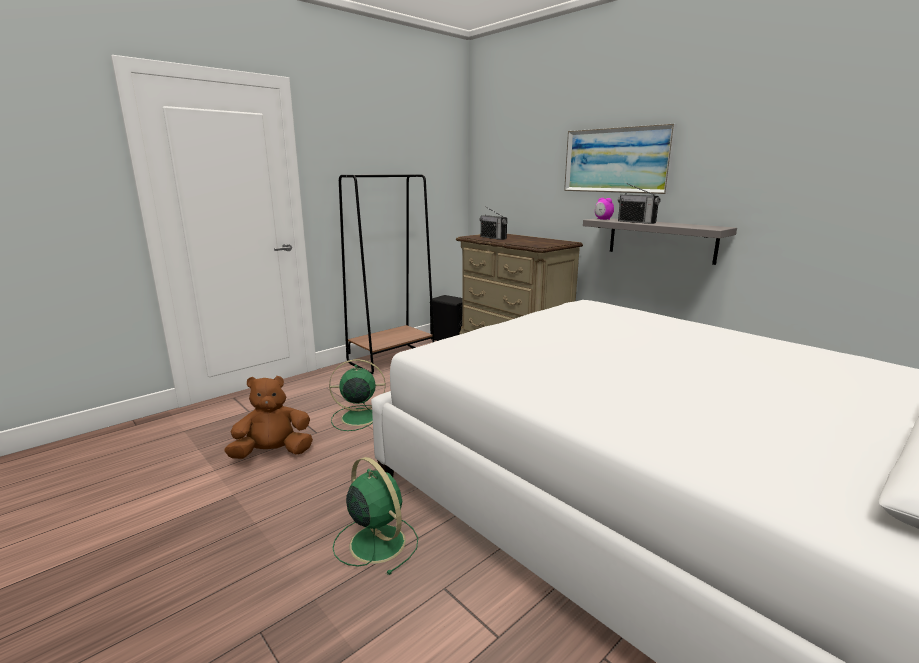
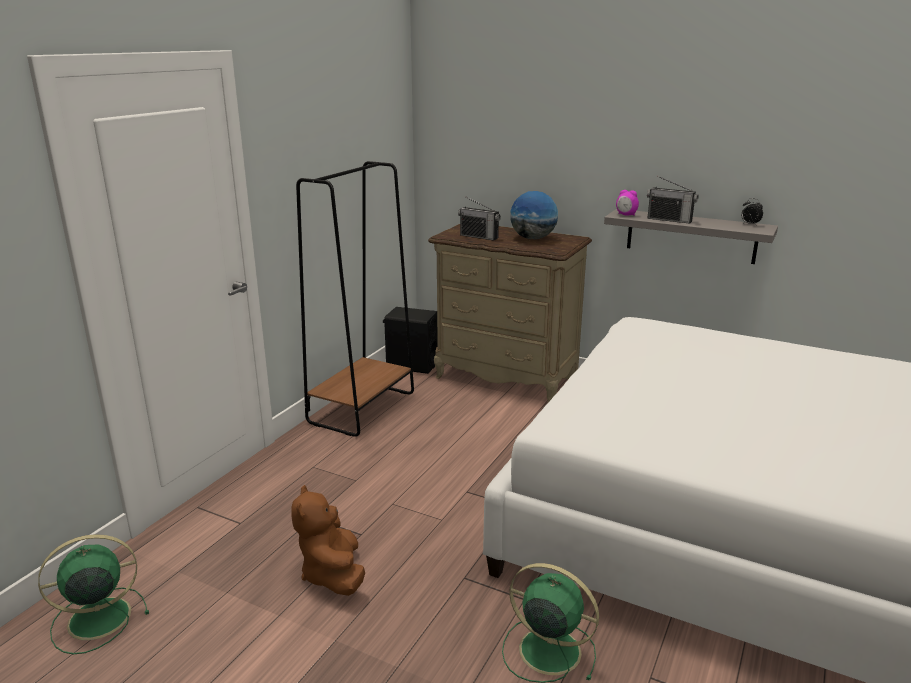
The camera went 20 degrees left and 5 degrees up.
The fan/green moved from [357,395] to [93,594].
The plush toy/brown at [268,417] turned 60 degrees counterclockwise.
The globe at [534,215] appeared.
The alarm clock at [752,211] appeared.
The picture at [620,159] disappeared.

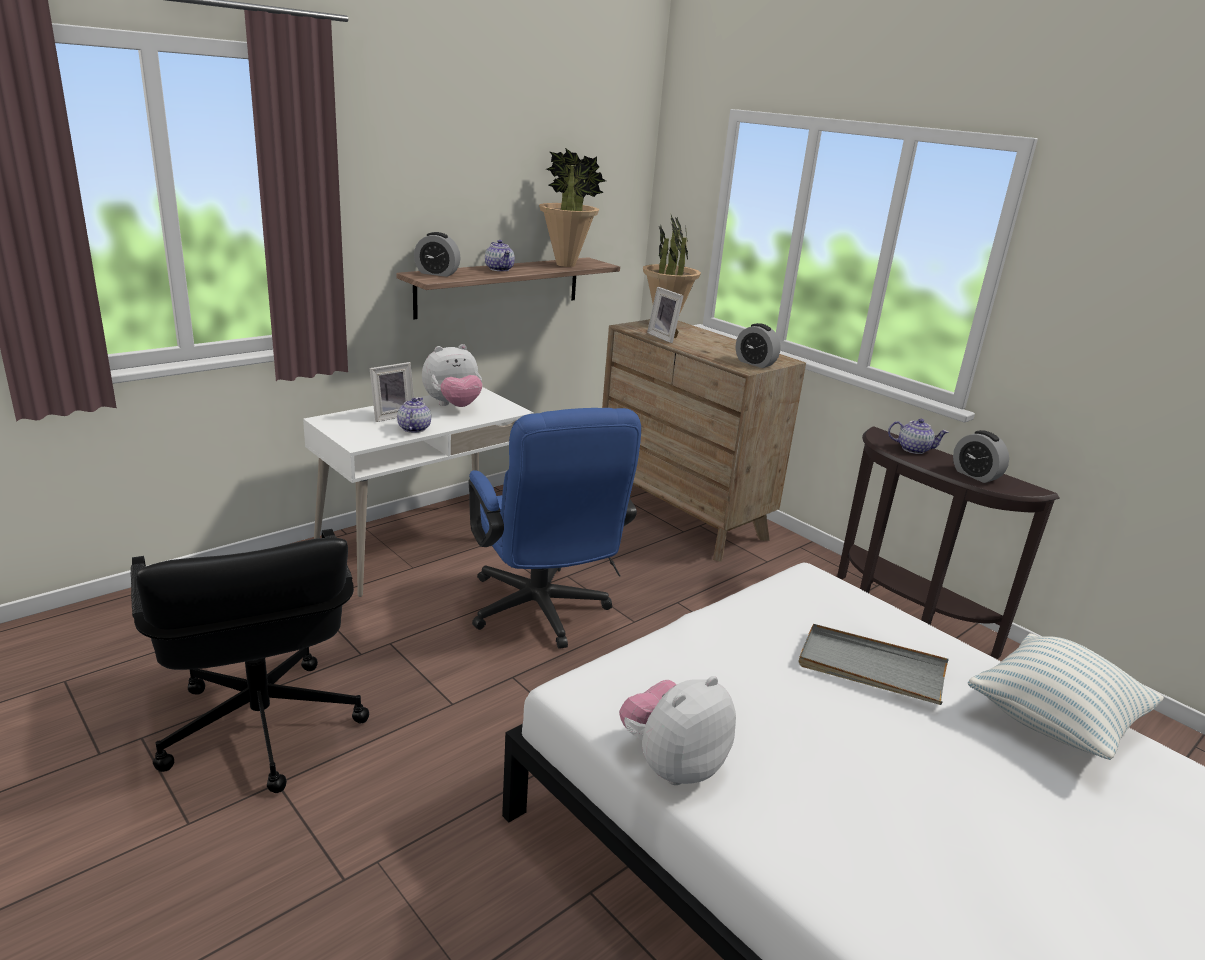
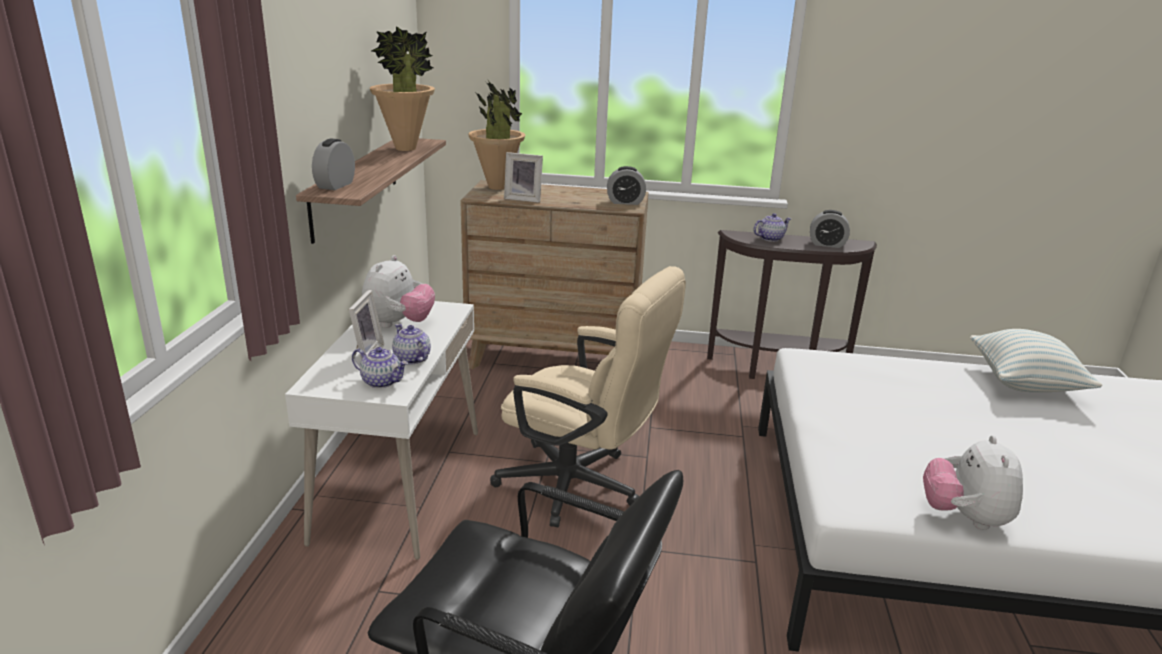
The camera went 40 degrees left and 0 degrees up.
The alarm clock at [437,254] turned 135 degrees clockwise.
The teapot moved from [500,255] to [380,367].
The office chair/blue at [554,528] became the office chair/beige at [588,396].
The tray/grey at [873,664] disappeared.

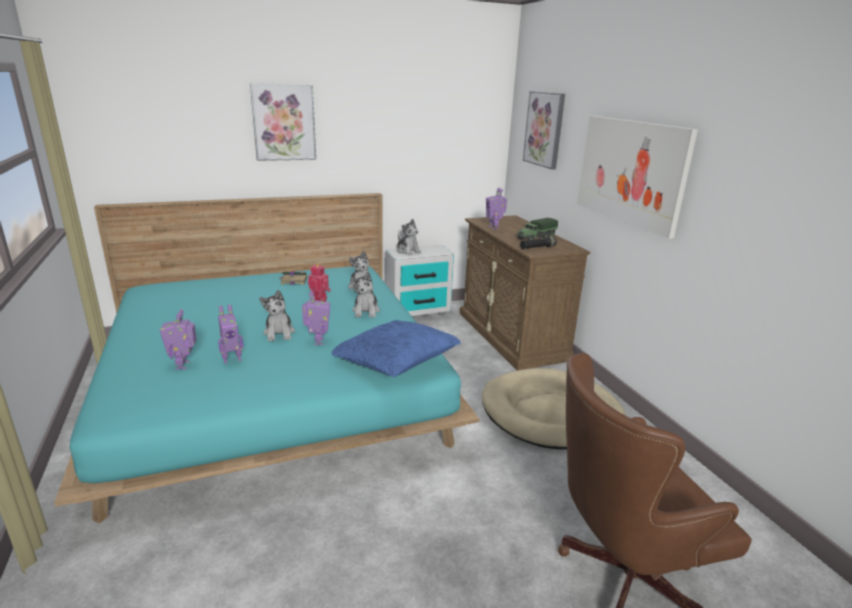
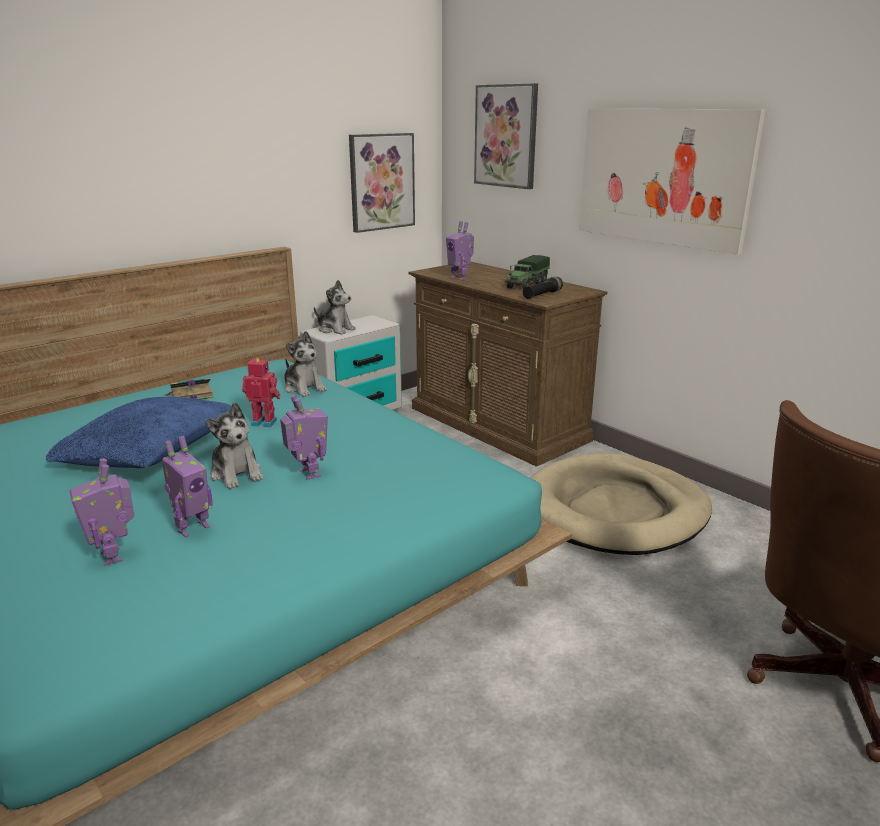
The camera went 20 degrees left and 0 degrees up.
The pillow/blue moved from [396,348] to [139,432].
The picture moved from [283,122] to [382,183].
The plush toy at [365,295] disappeared.

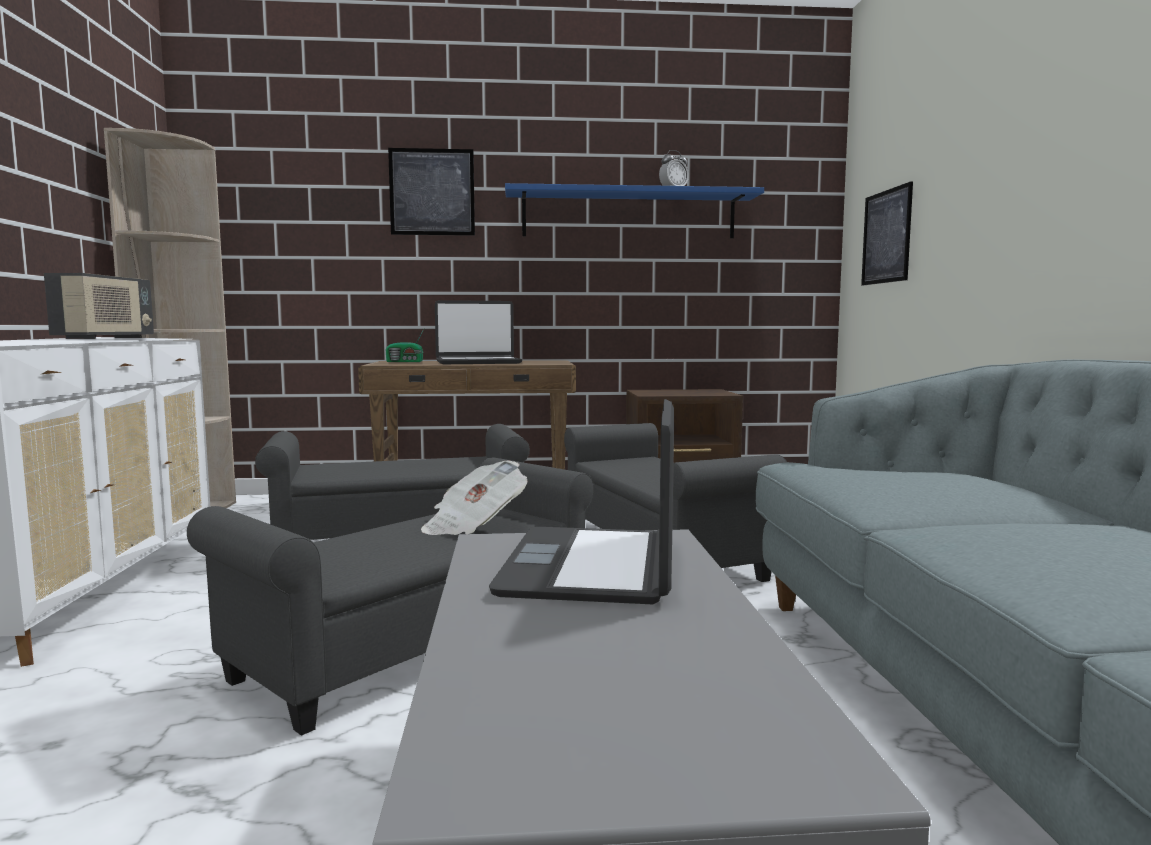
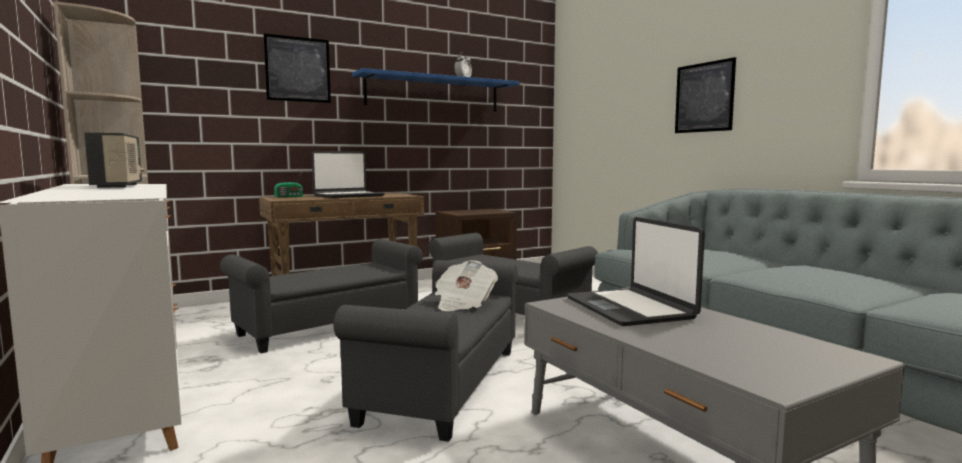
The camera went 25 degrees left and 0 degrees up.
The picture moved from [887,233] to [705,95].

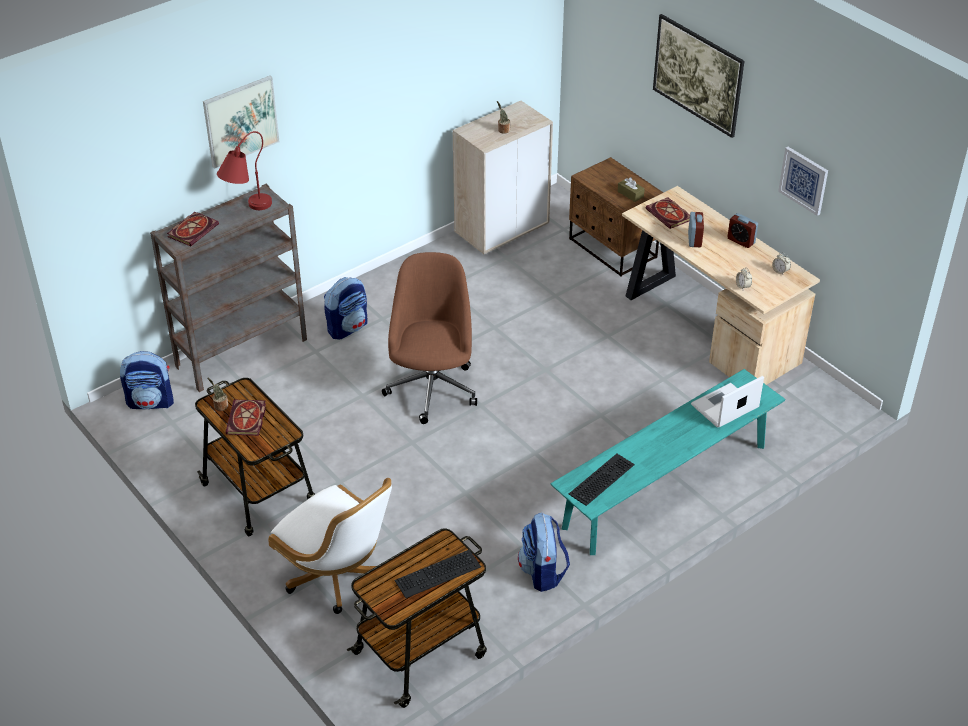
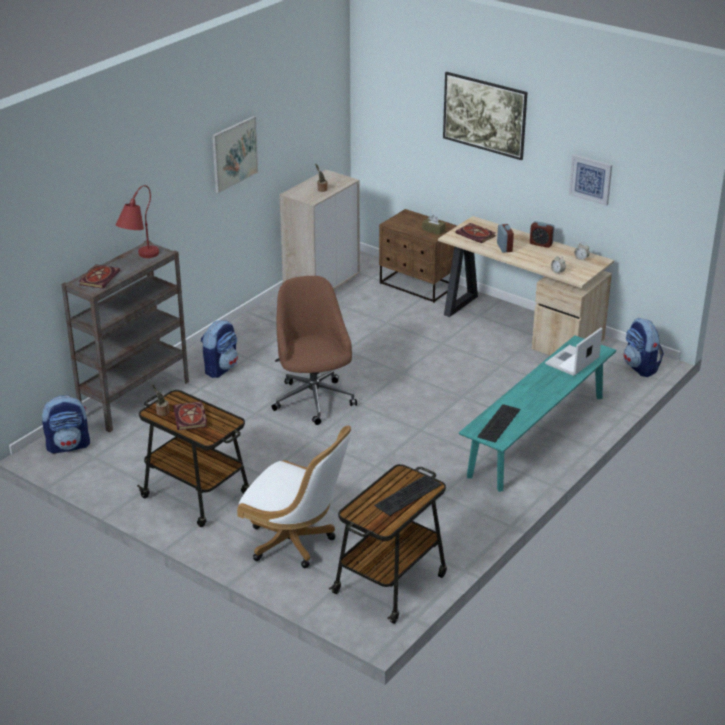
The camera went 15 degrees left and 10 degrees down.
The picture moved from [241,122] to [235,154].
The backpack moved from [544,552] to [643,347].

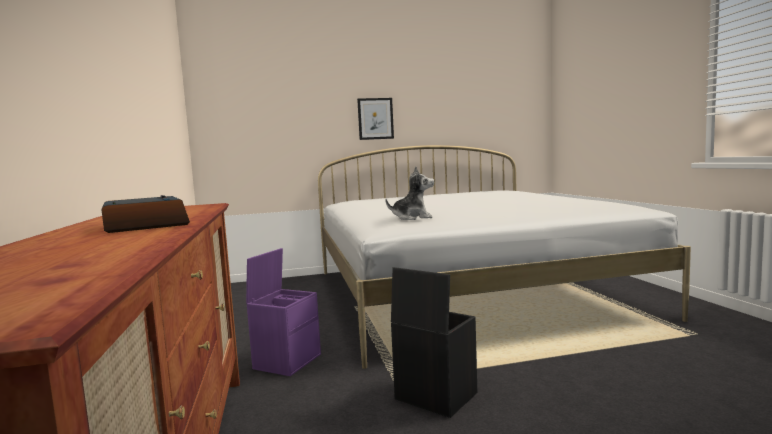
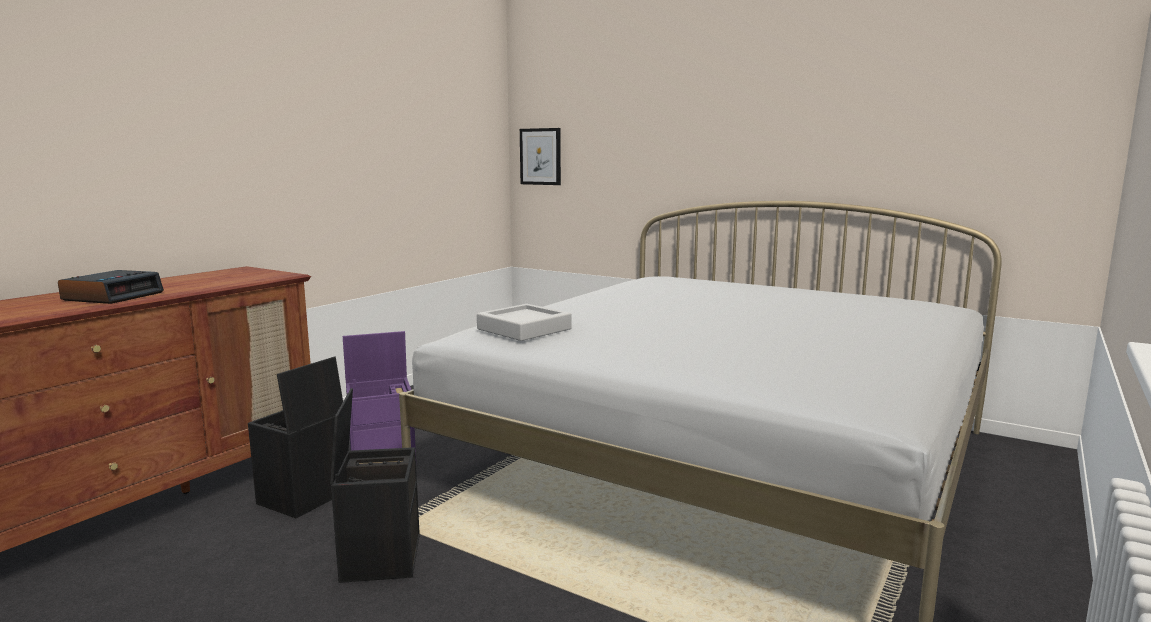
The camera went 45 degrees right and 5 degrees up.
The storage box/black at [295,437] appeared.
The plush toy at [410,193] was replaced by the tray/grey at [524,322].
The picture moved from [375,119] to [540,156].

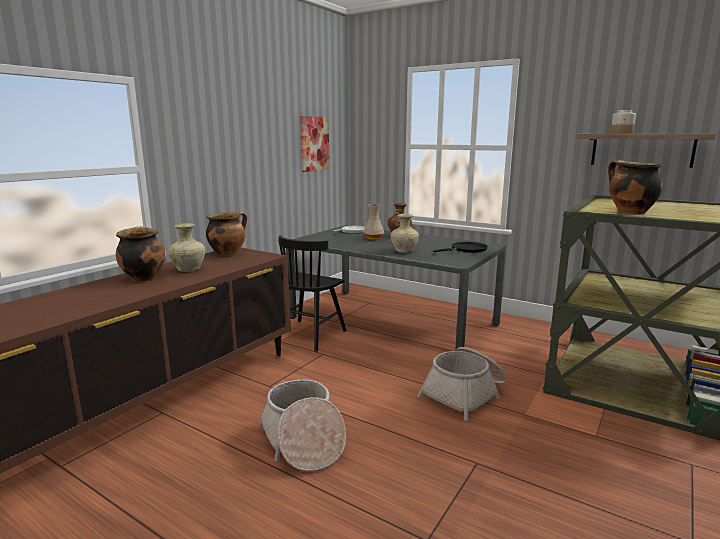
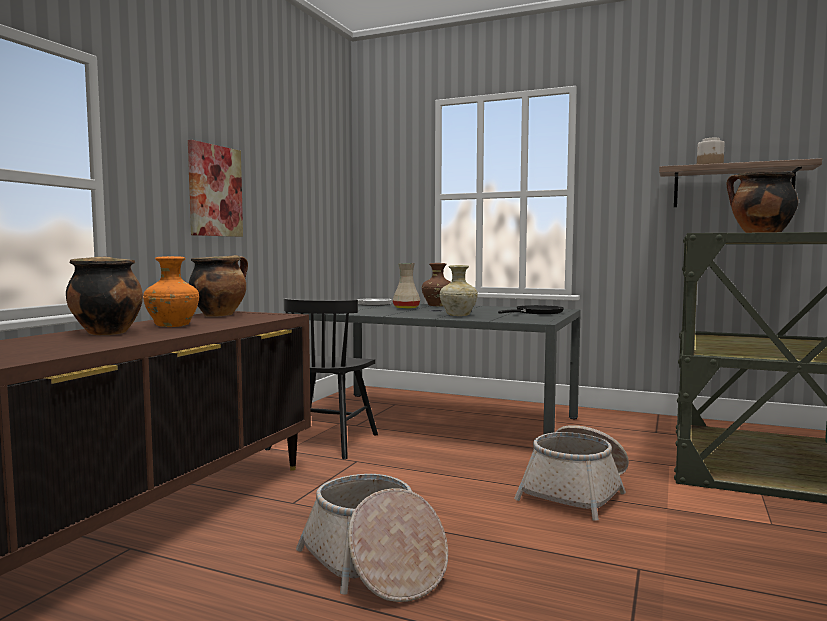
The camera went 10 degrees left and 10 degrees down.
The vase/beige at [186,247] became the vase/orange at [171,291].
The picture moved from [314,144] to [215,188].

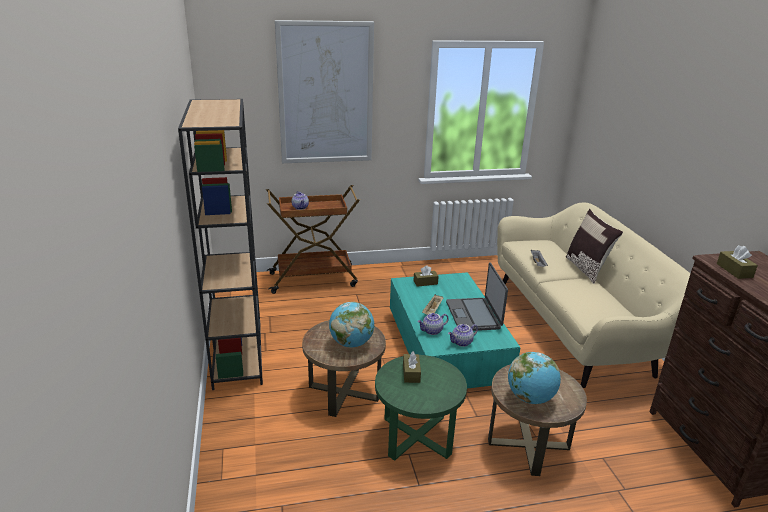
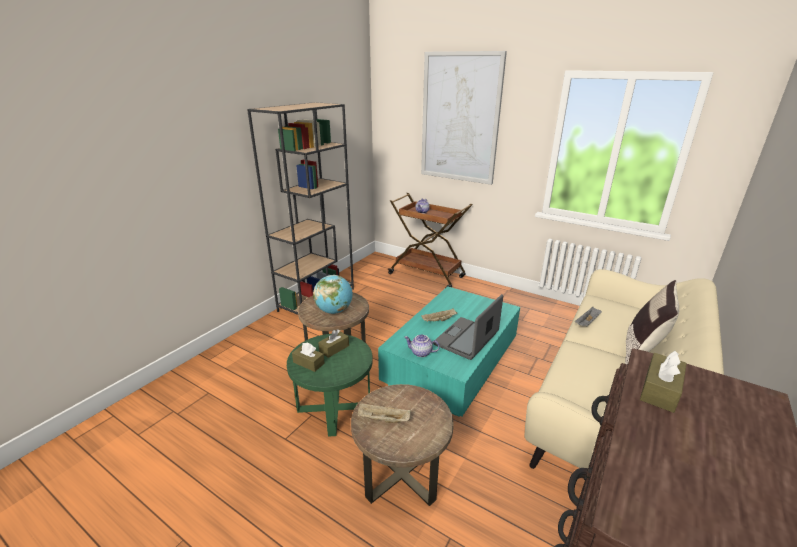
The camera went 45 degrees right and 0 degrees up.
The tissue box/brown moved from [426,276] to [308,357].
The globe at [534,378] was replaced by the tray/beige at [384,413].
The teapot at [433,324] disappeared.

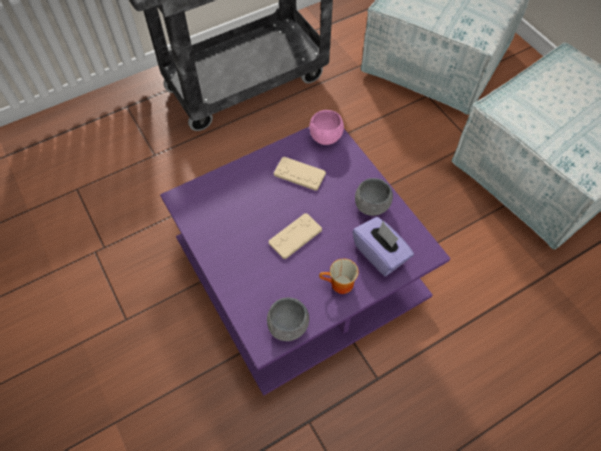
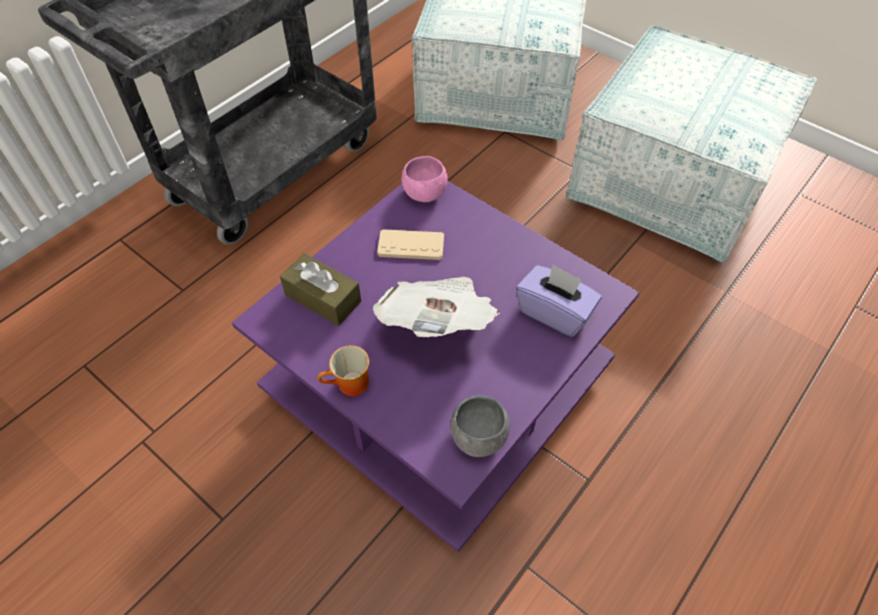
The camera went 20 degrees left and 5 degrees down.
The tissue box/brown at [320,289] appeared.
The mug moved from [339,276] to [343,370].
The game controller/beige at [295,236] was replaced by the newspaper at [436,306].
The bowl/grey at [374,197] disappeared.

